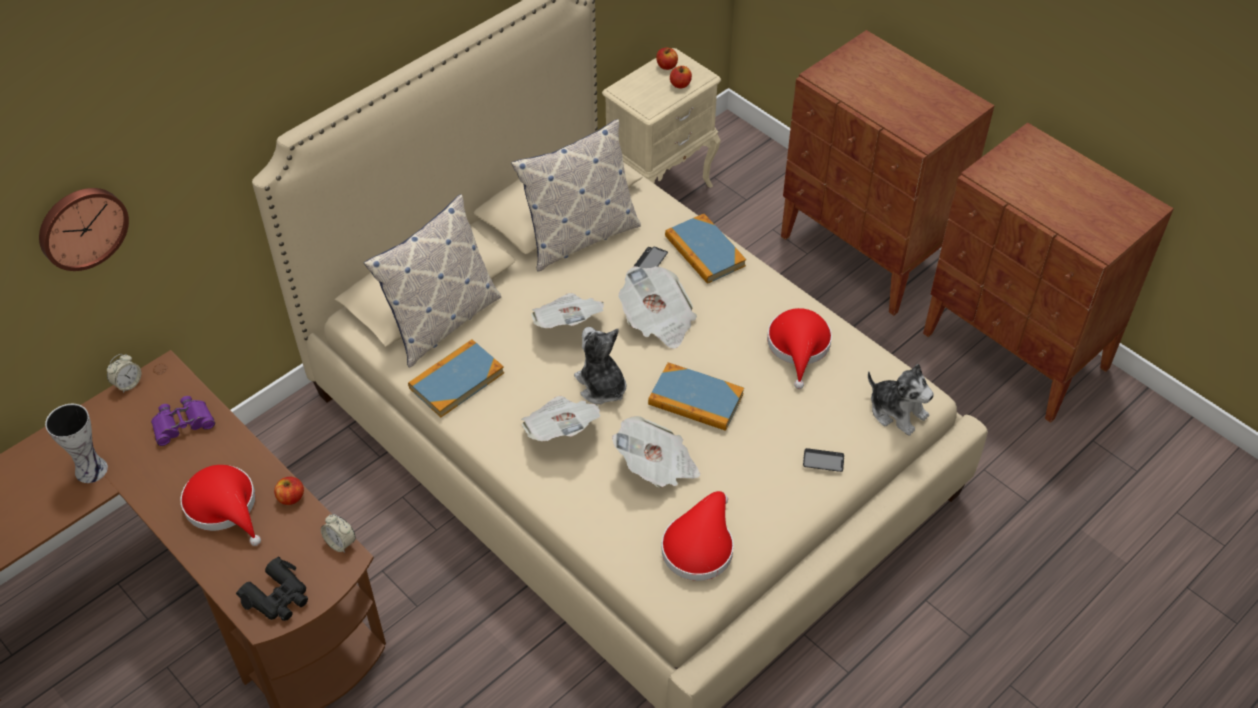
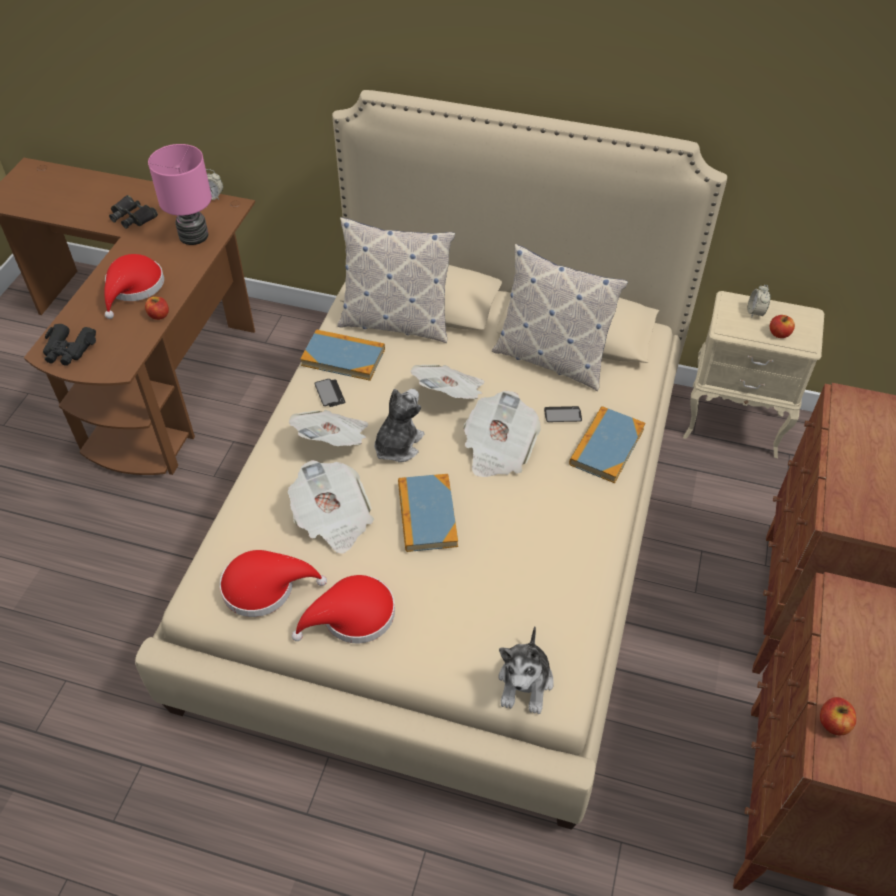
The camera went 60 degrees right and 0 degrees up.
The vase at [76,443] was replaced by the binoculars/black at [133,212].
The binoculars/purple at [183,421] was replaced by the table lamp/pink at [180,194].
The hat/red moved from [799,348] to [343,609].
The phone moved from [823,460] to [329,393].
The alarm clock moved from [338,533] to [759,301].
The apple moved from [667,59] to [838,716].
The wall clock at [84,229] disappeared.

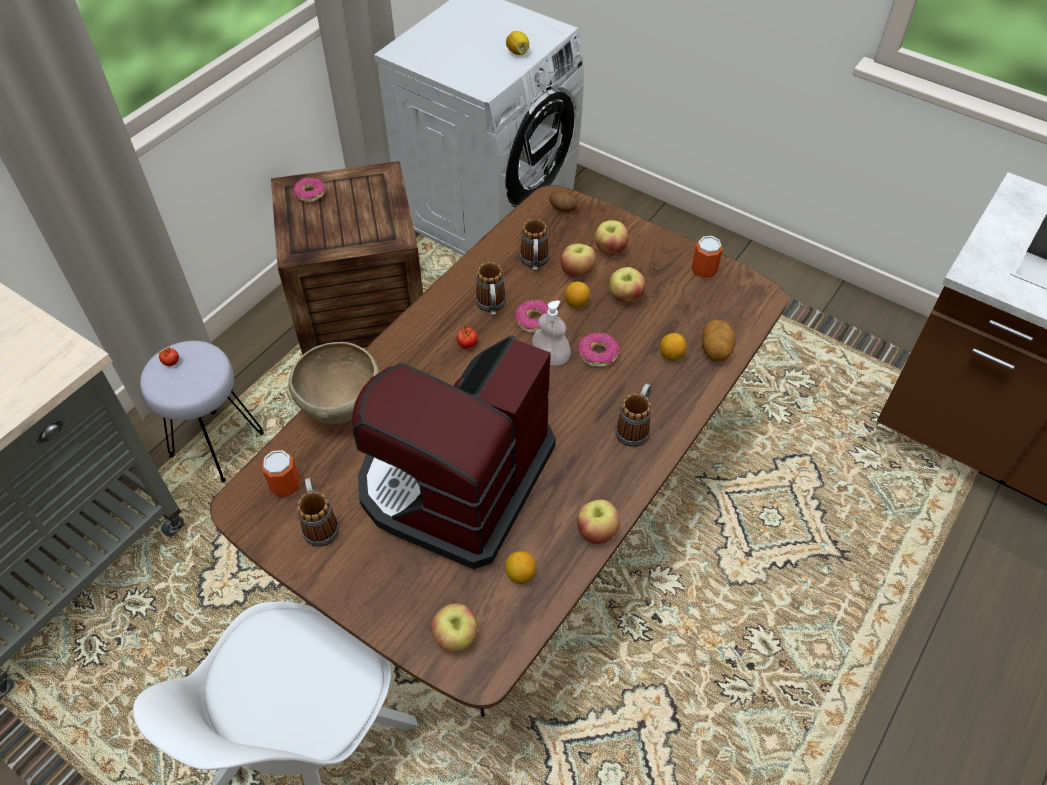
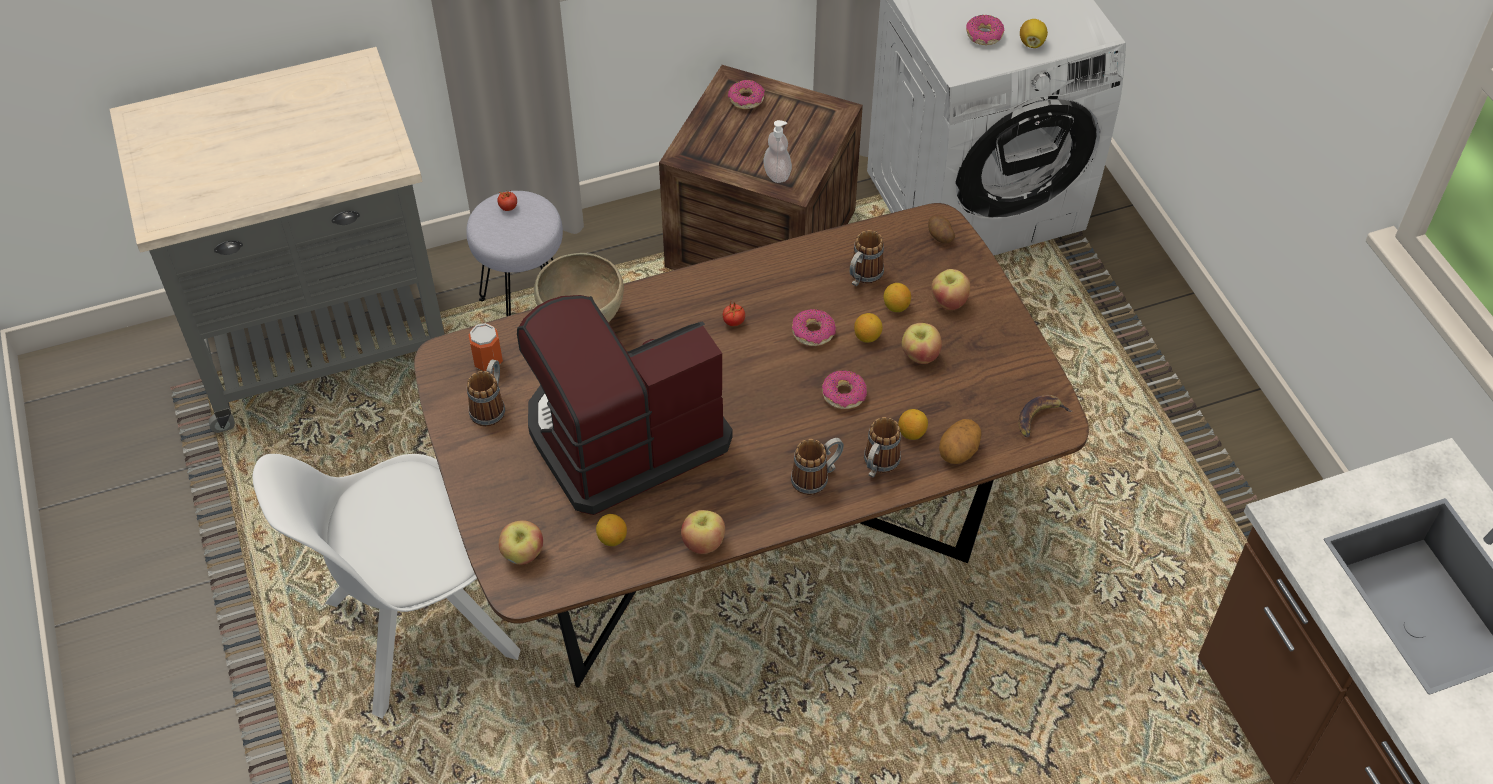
The camera went 35 degrees right and 0 degrees up.
The soap dispenser moved from [551,333] to [777,151].
The mug moved from [490,289] to [882,447].
The apple at [578,260] was replaced by the lemon at [897,297].
The donut at [985,30] appeared.
The banana at [1045,416] appeared.
The can at [707,257] disappeared.

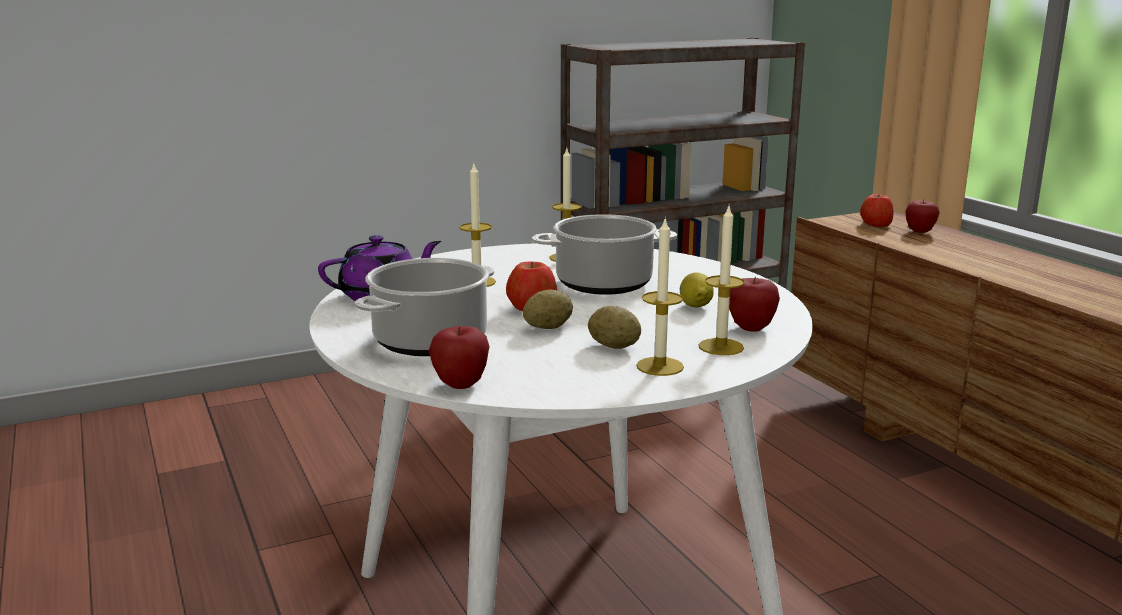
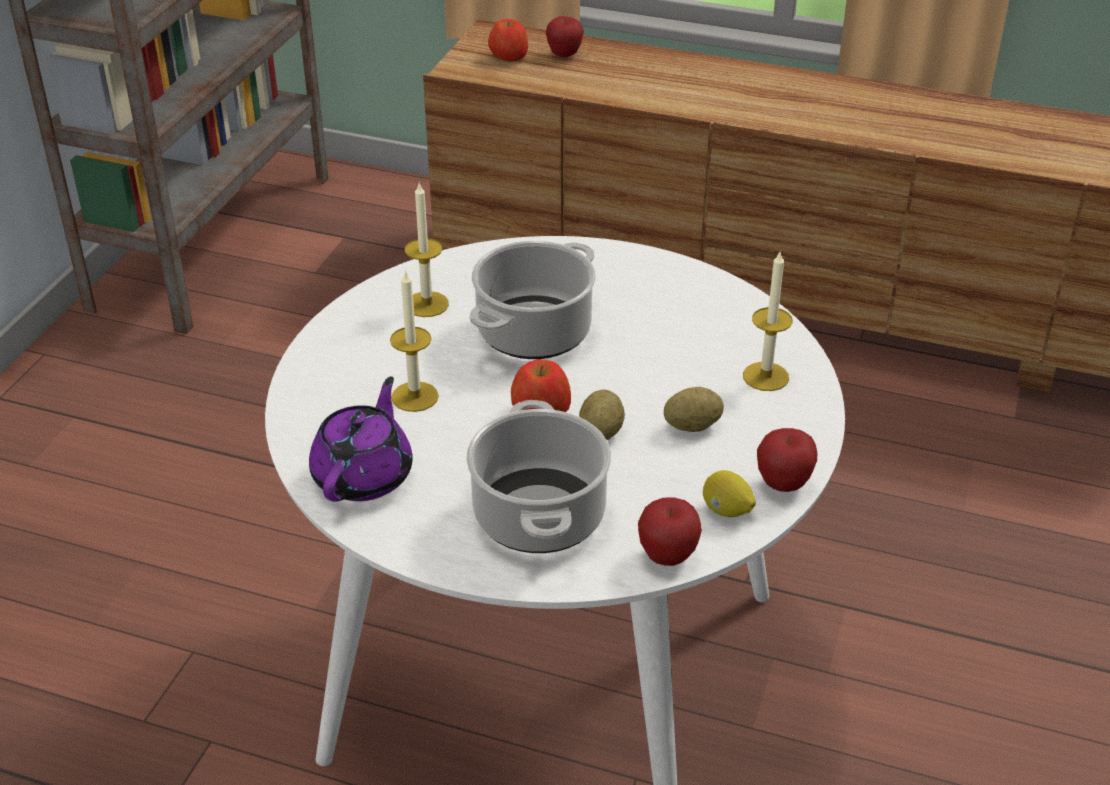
The camera went 45 degrees left and 20 degrees up.
The lemon moved from [697,289] to [729,493].
The apple moved from [754,304] to [787,460].
The candle at [660,296] disappeared.

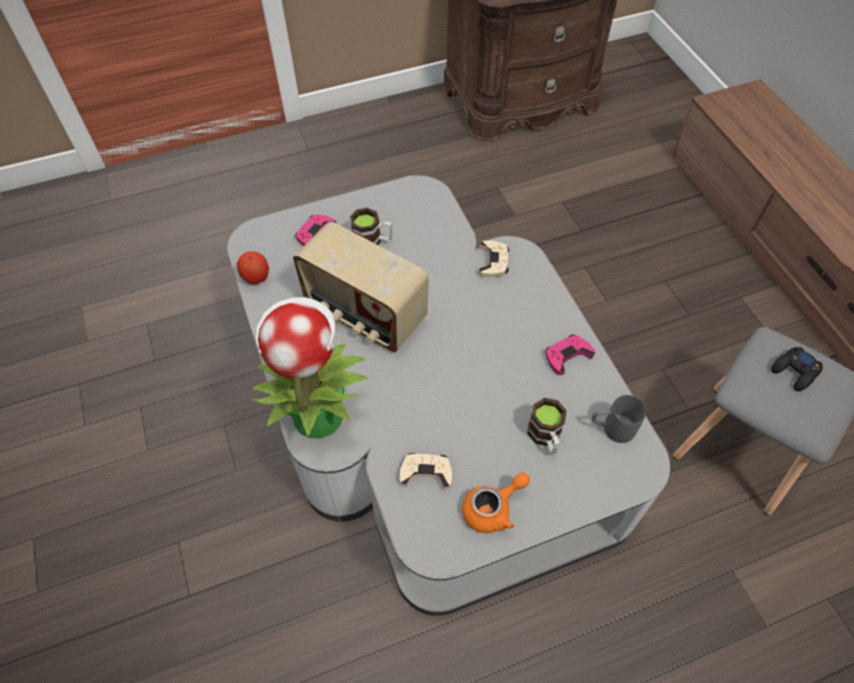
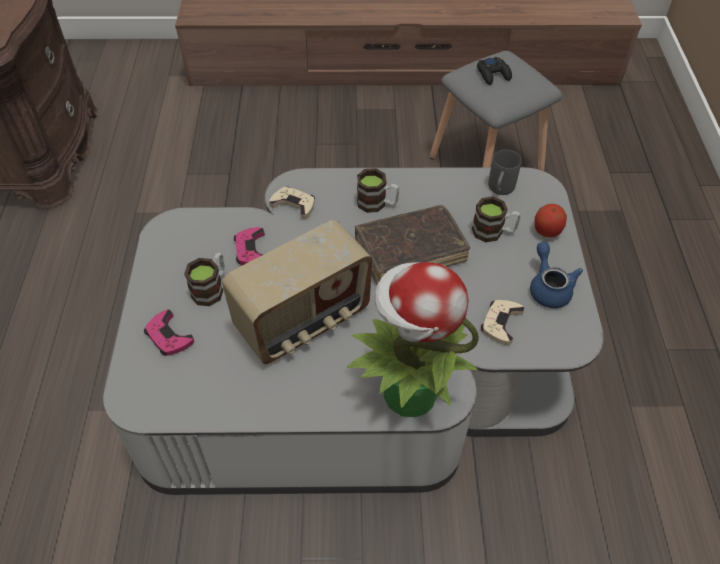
The camera went 70 degrees left and 5 degrees down.
The game controller/pink moved from [570,354] to [249,246].
The book/brown at [412,245] appeared.
The mug at [378,190] appeared.
The teapot/orange at [496,502] became the teapot/blue at [556,275].
The apple moved from [253,268] to [551,221].

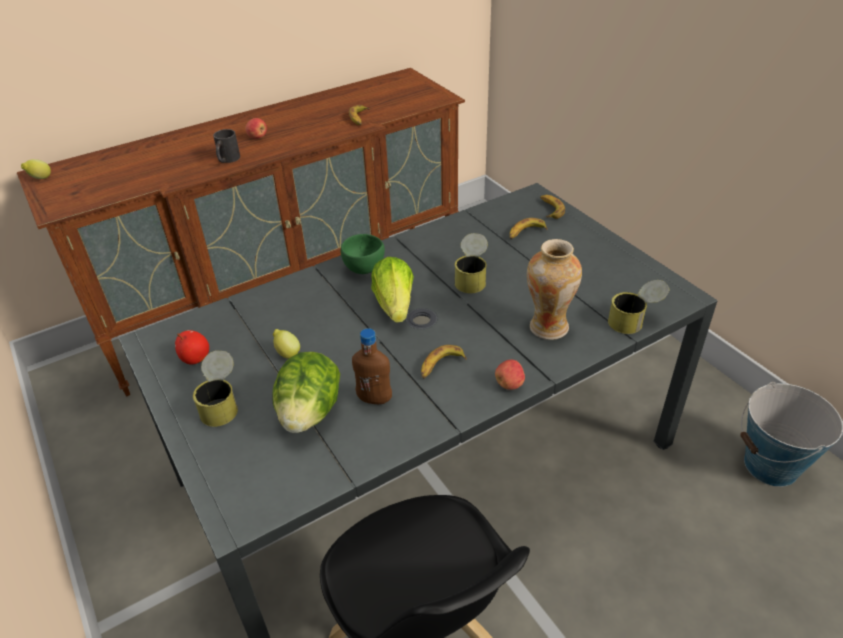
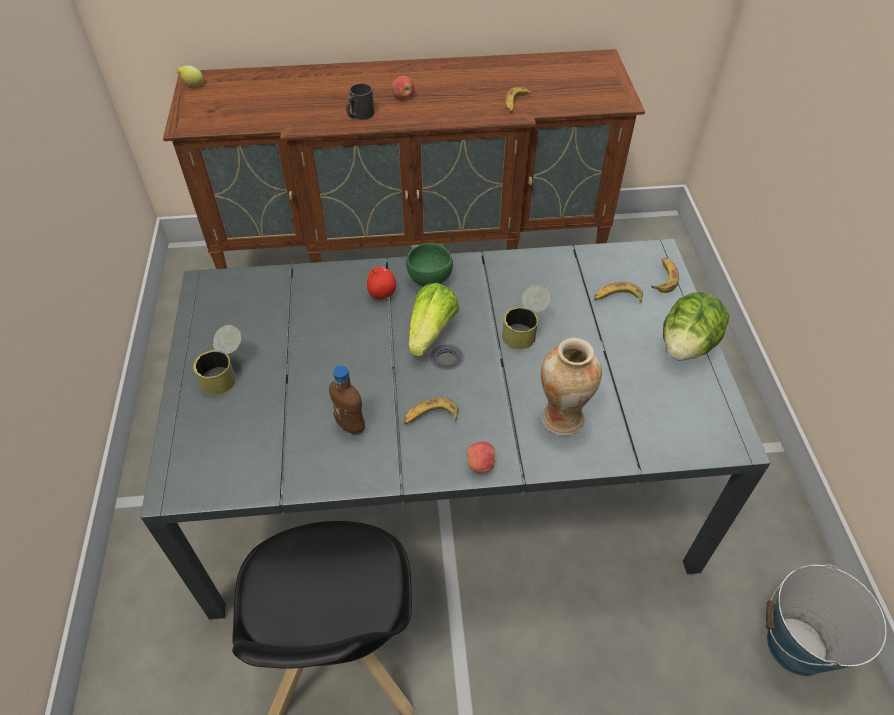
The camera went 25 degrees right and 10 degrees up.
The apple moved from [192,347] to [381,283].
The lettuce moved from [306,392] to [696,326].
The lemon at [286,344] disappeared.
The can at [638,307] disappeared.

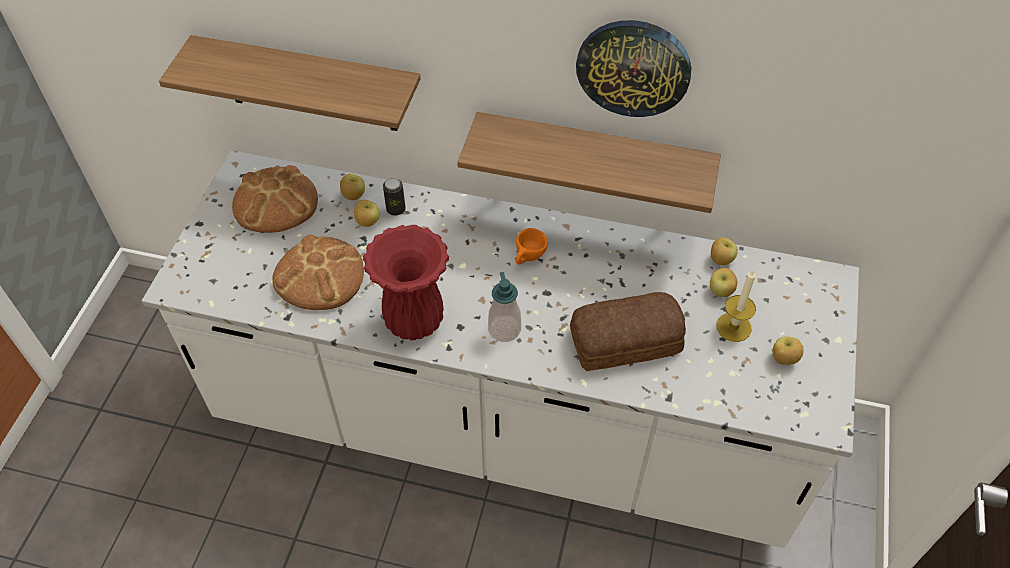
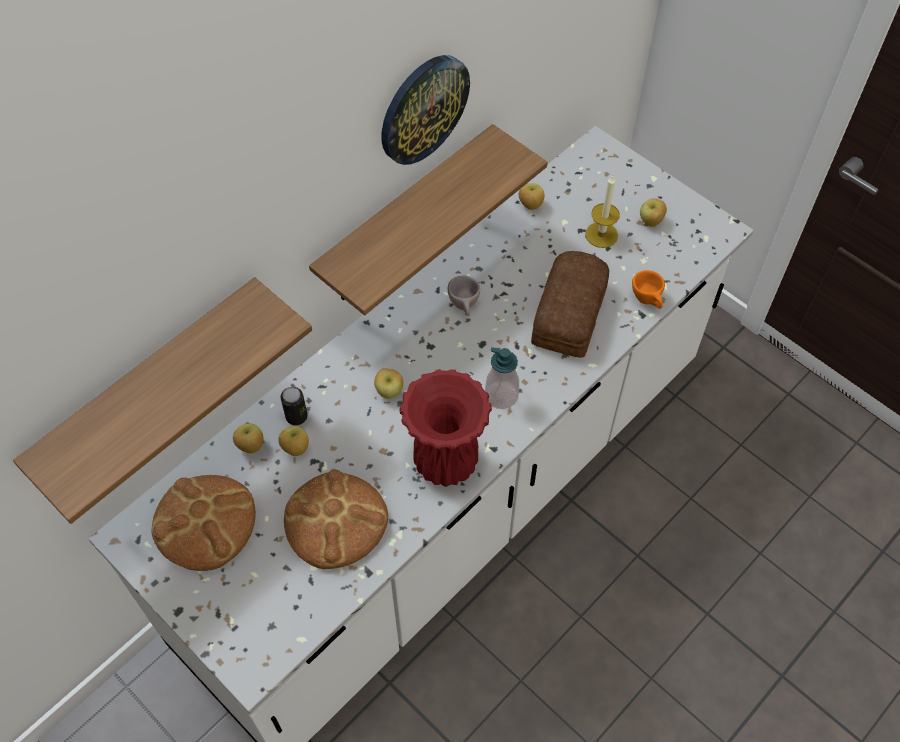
The camera went 60 degrees left and 5 degrees up.
The apple moved from [723,282] to [388,384].
The cup/beige at [463,296] appeared.
The cup/orange moved from [532,246] to [648,289].

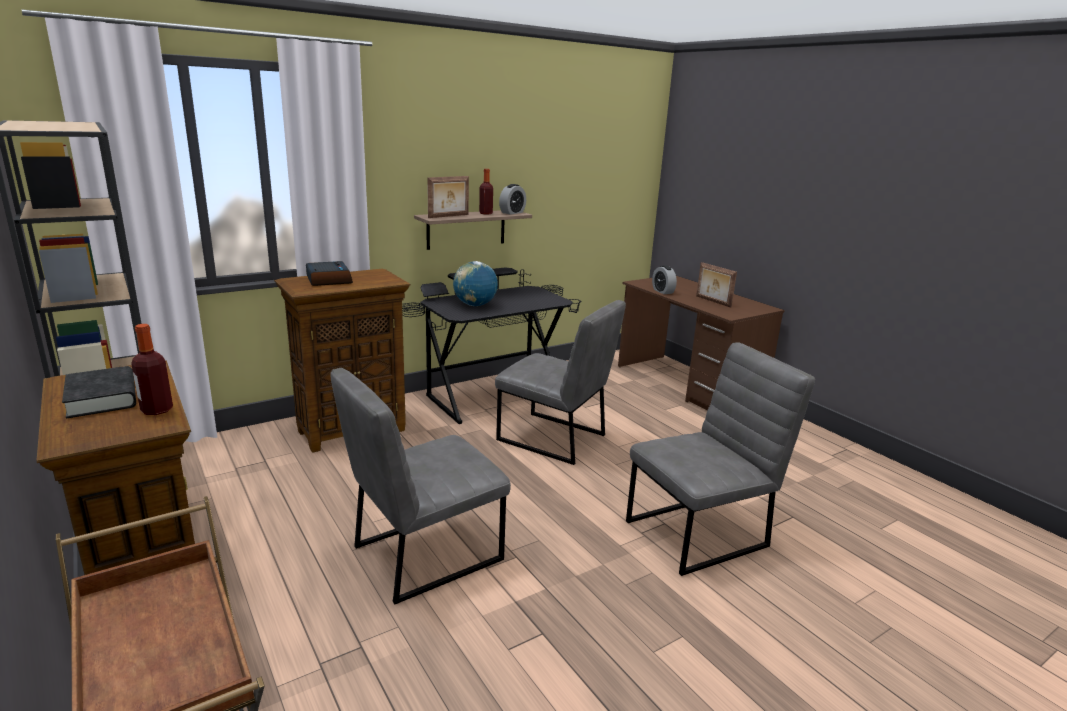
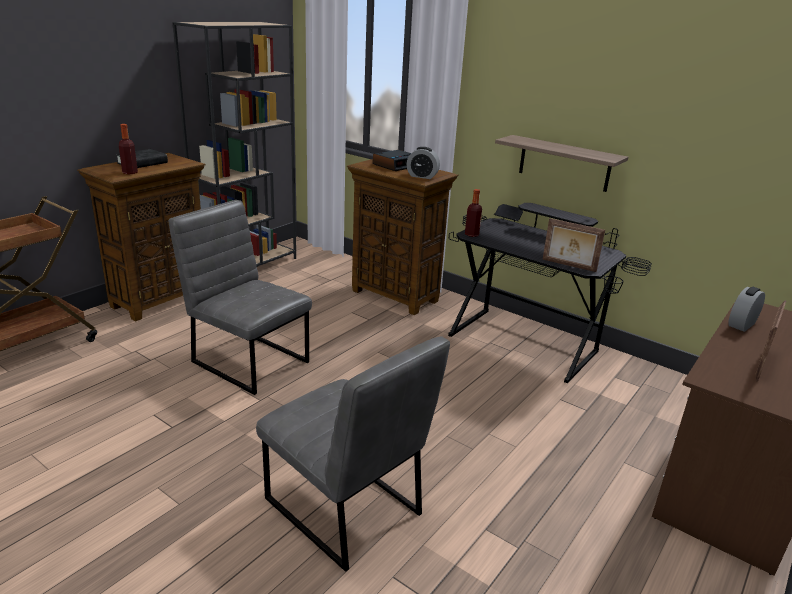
The camera went 70 degrees right and 5 degrees up.
The alarm clock moved from [512,199] to [423,163].
The bottle moved from [486,192] to [473,213].
The picture frame moved from [448,197] to [574,245].
The globe at [475,283] disappeared.
The chair/grey at [560,382] disappeared.

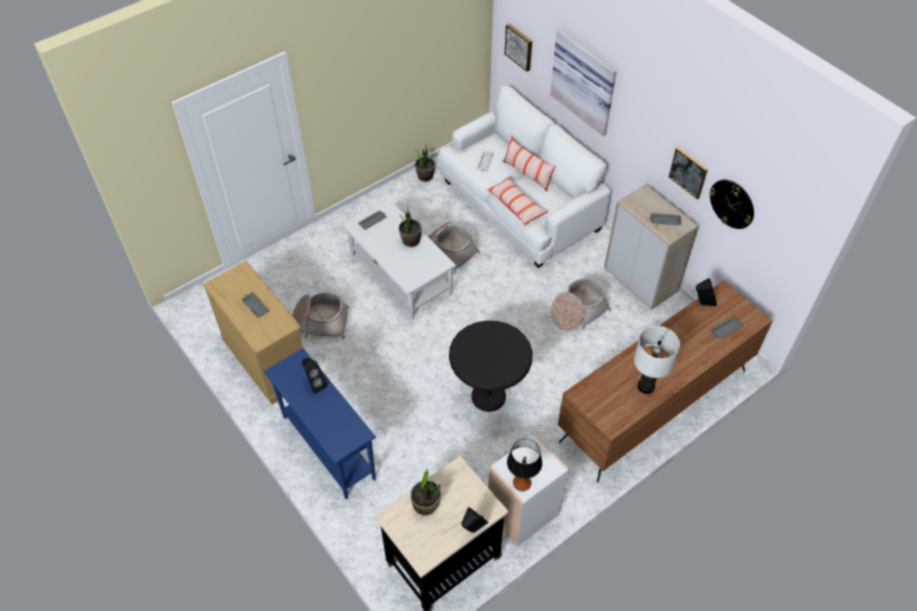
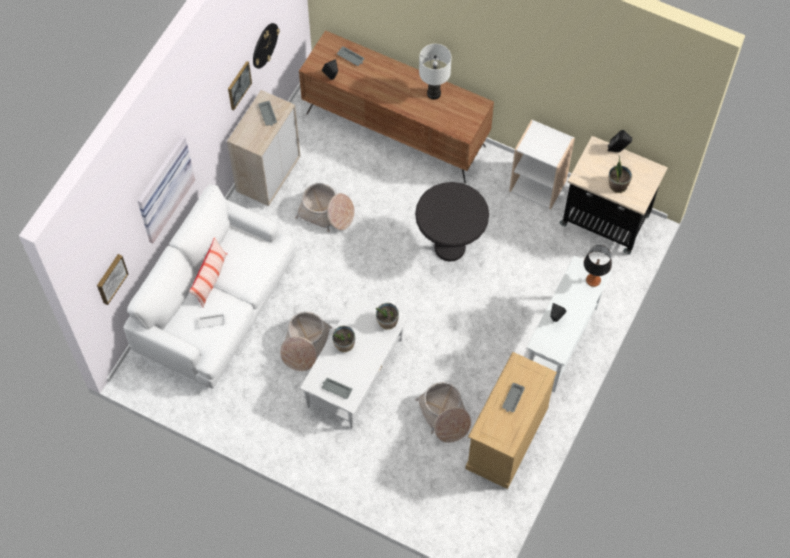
The camera went 115 degrees left and 10 degrees up.
The potted plant moved from [425,164] to [387,316].
The console table/blue at [320,423] became the console table/white at [569,323].
The table lamp moved from [524,464] to [598,266].
The pillow at [517,201] disappeared.

